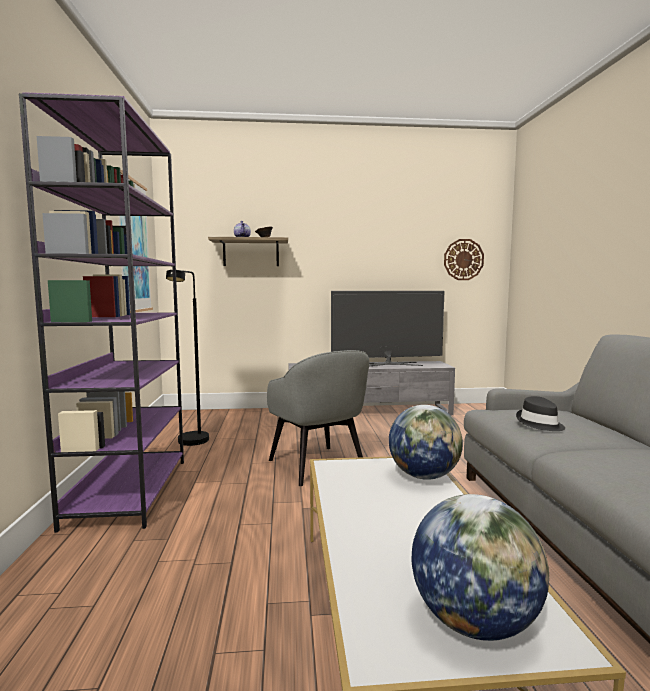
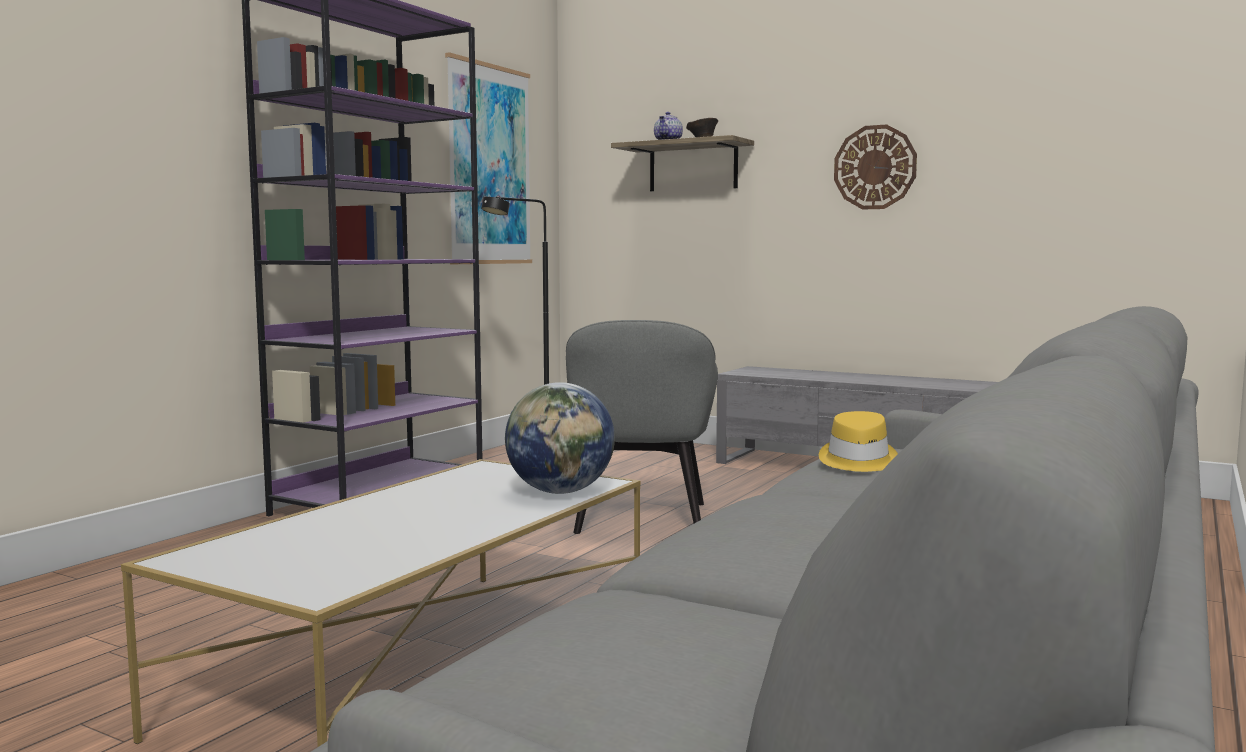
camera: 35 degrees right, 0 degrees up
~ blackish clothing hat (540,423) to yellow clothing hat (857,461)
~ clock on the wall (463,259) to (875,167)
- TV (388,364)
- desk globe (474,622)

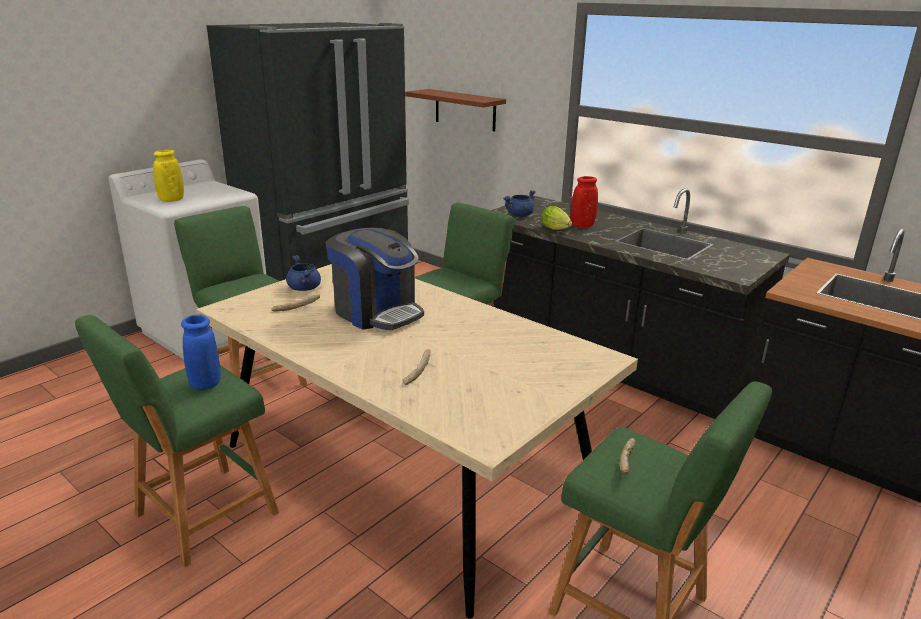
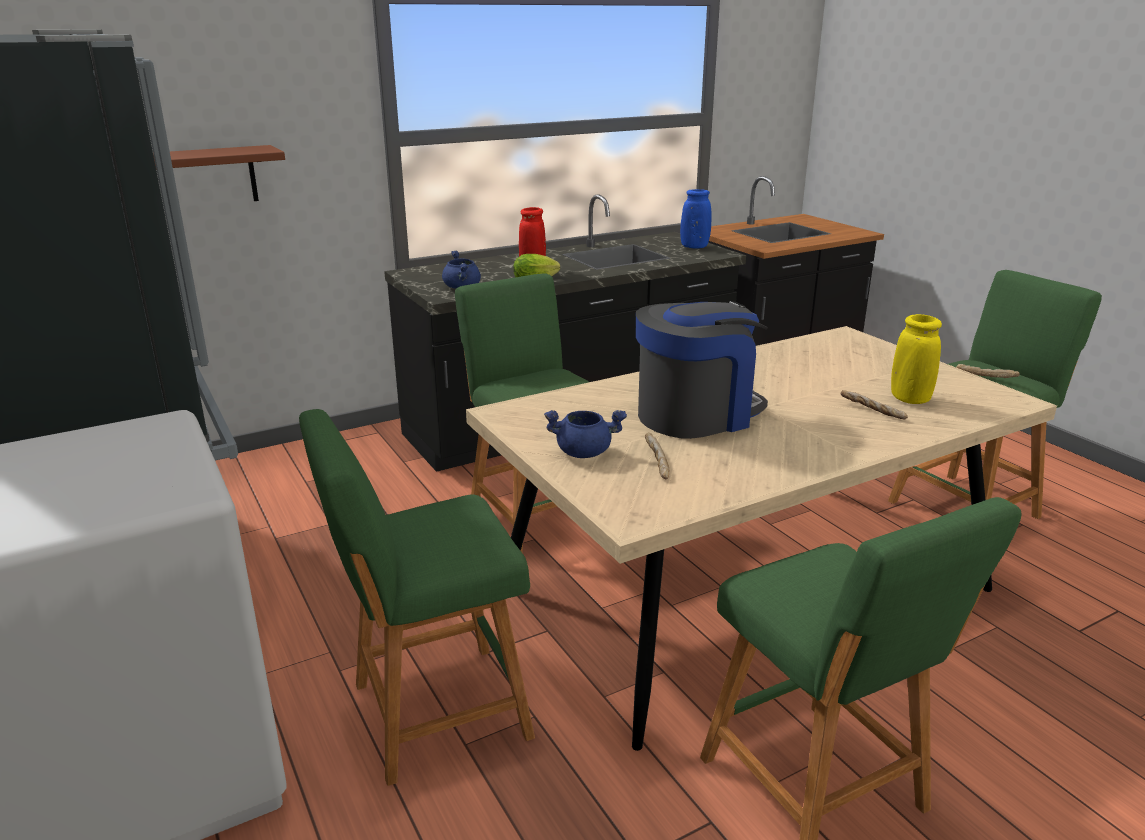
camera: 70 degrees left, 0 degrees up
~ blue-coloured flower vase (206,384) to (694,247)
~ yellow flower vase (171,200) to (909,399)

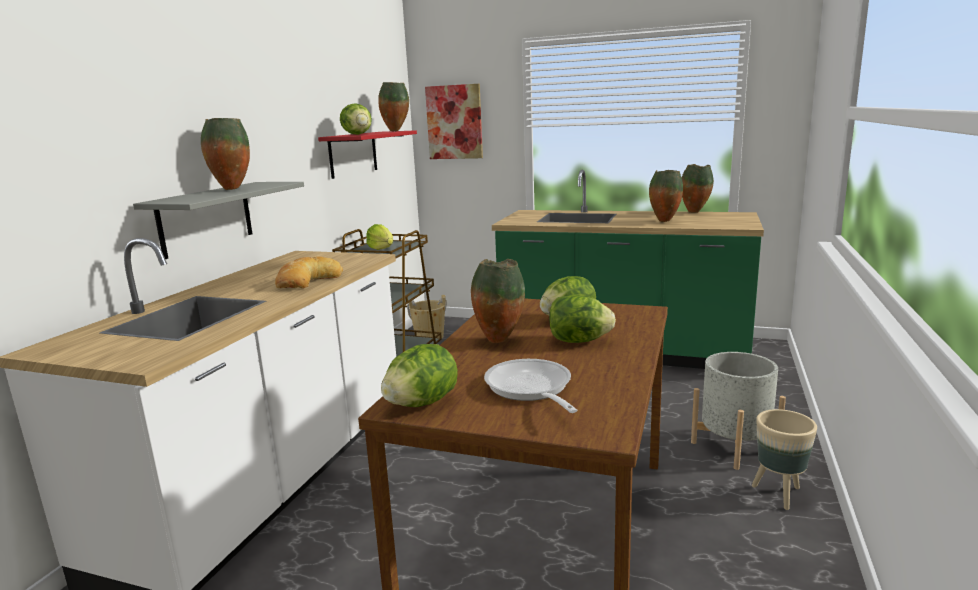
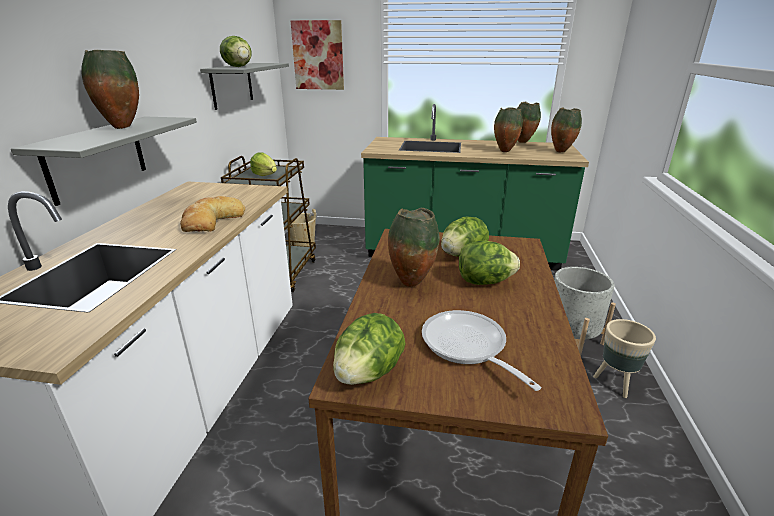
camera: 10 degrees left, 10 degrees up
~ red-coloured shelf (353,154) to gray shelf (232,85)
~ flower vase (396,131) to (561,152)

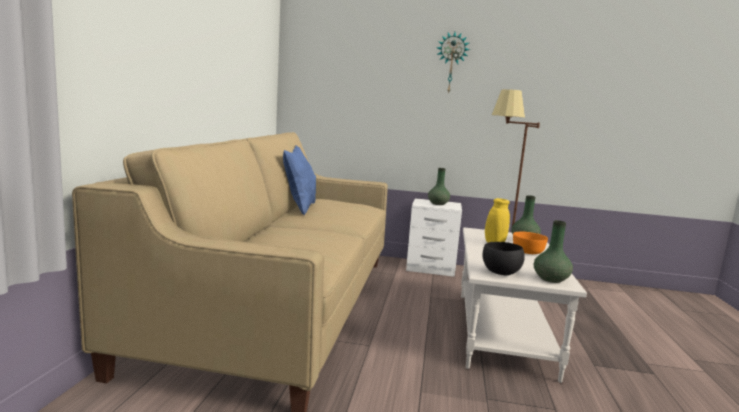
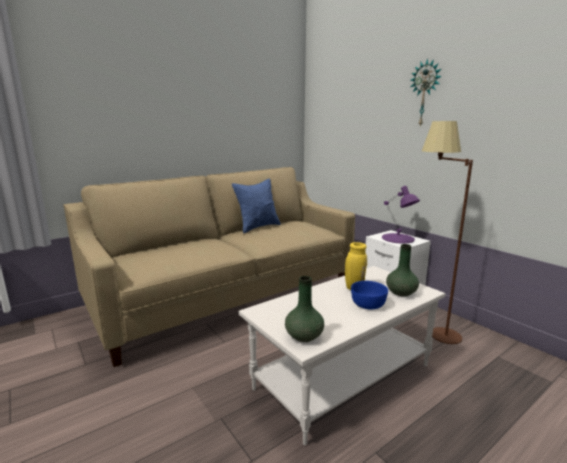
camera: 45 degrees right, 5 degrees up
~ orange serving bowl (527,251) to blue-coloured serving bowl (368,304)
~ greenish flower vase (438,204) to purple table lamp (398,238)
- blackish serving bowl (500,273)

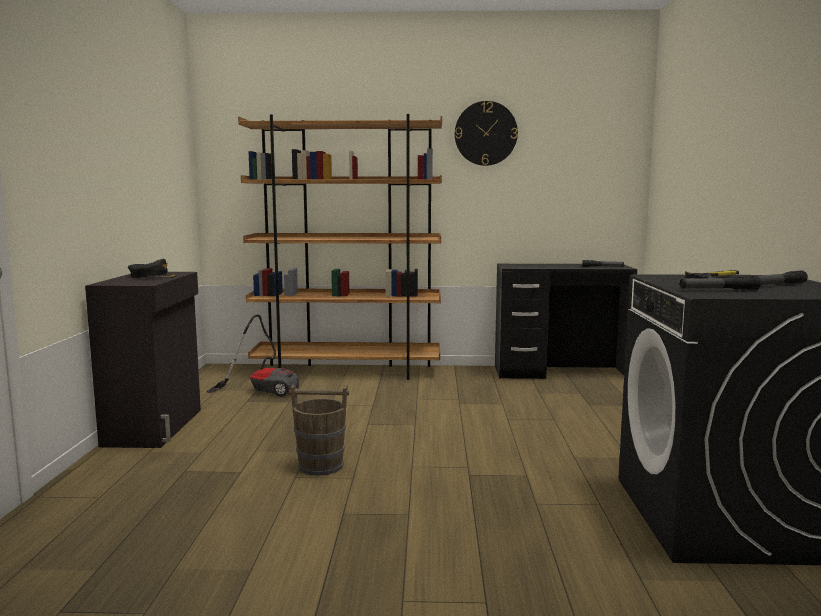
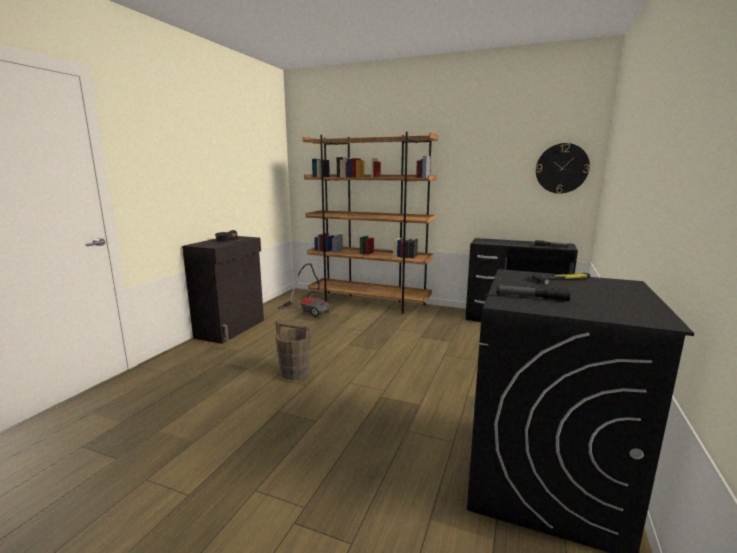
camera: 20 degrees right, 5 degrees up
~ clock on the wall (485,133) to (562,168)
- hand torch (777,285)

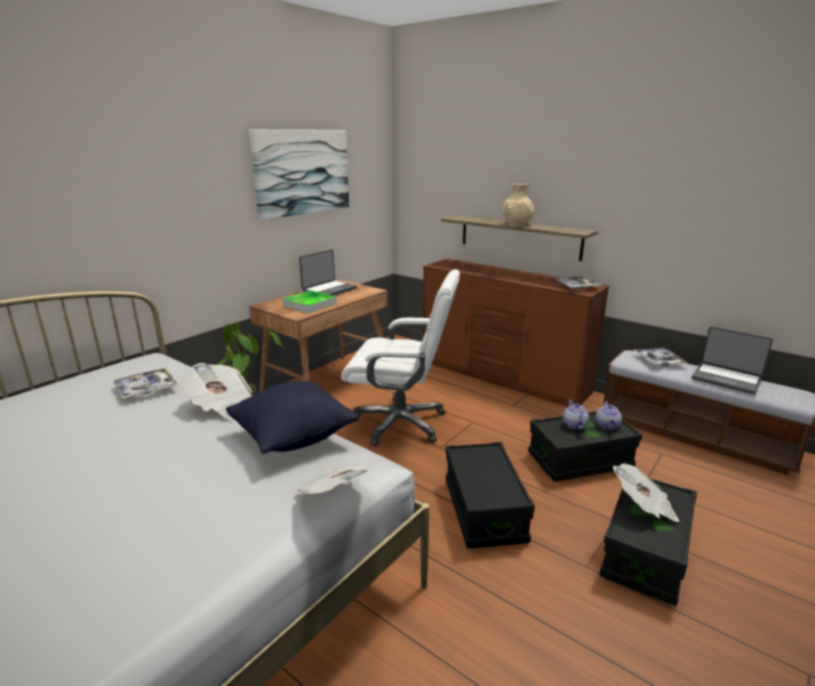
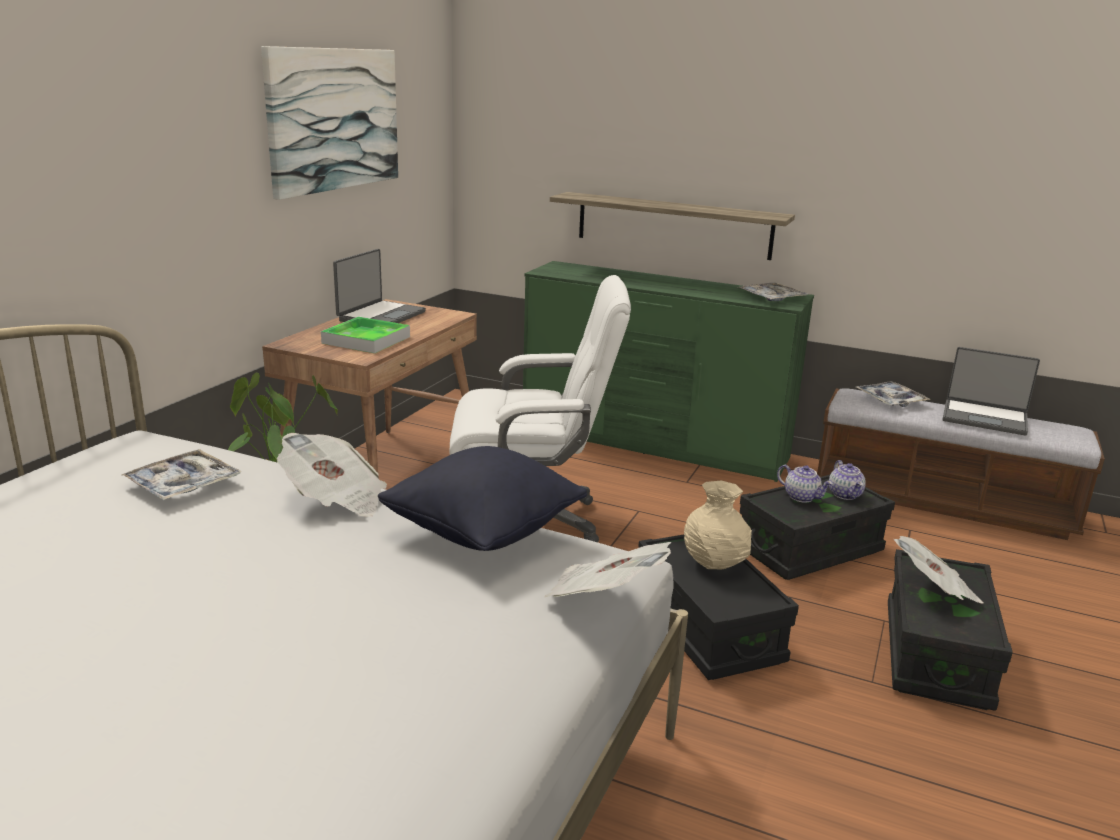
camera: 15 degrees left, 0 degrees up
~ brown-coloured drawer chest (502,377) to greenish drawer chest (653,444)
~ beige flower vase (517,224) to (715,562)
~ teapot (574,425) = (802,497) 150 degrees clockwise

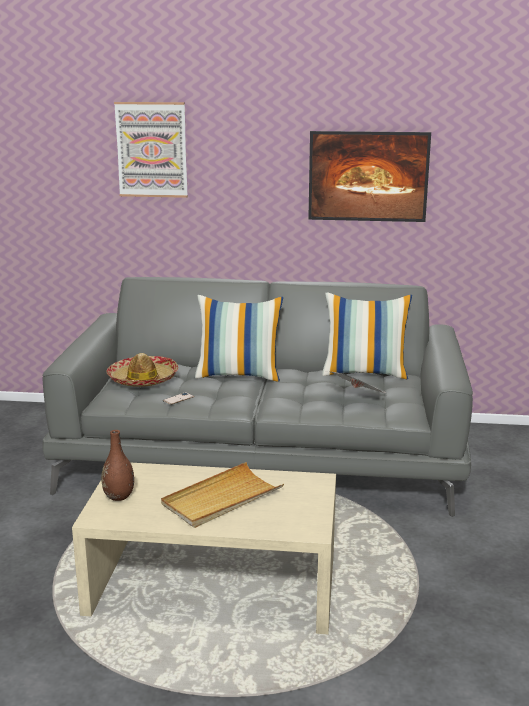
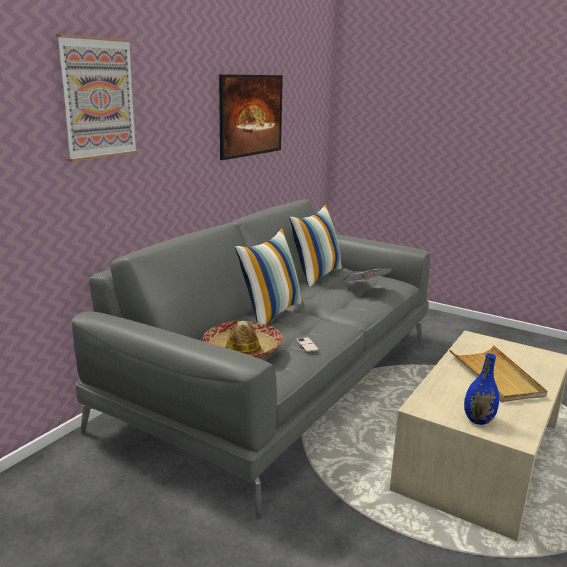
camera: 65 degrees left, 0 degrees up
~ brown-coloured flower vase (119,496) to blue-coloured flower vase (478,420)

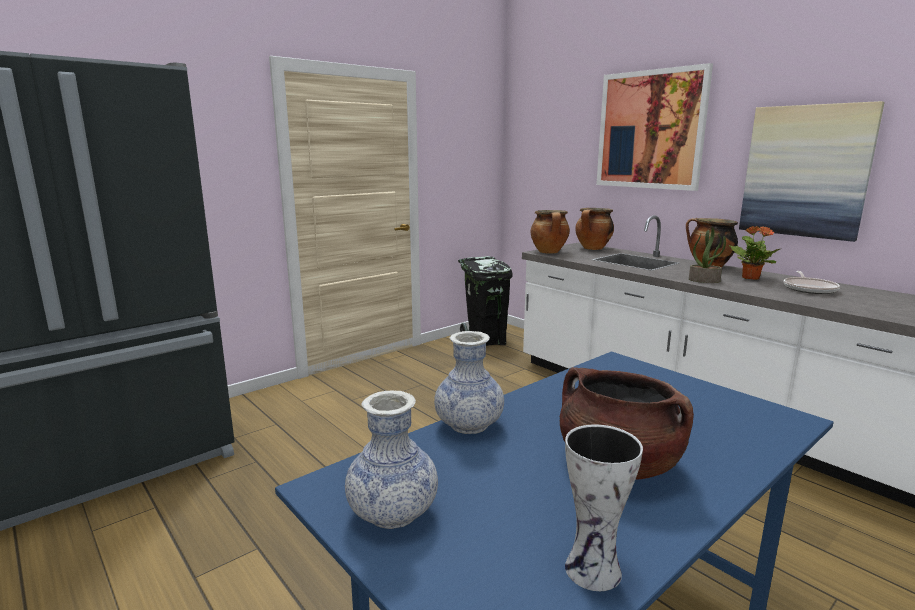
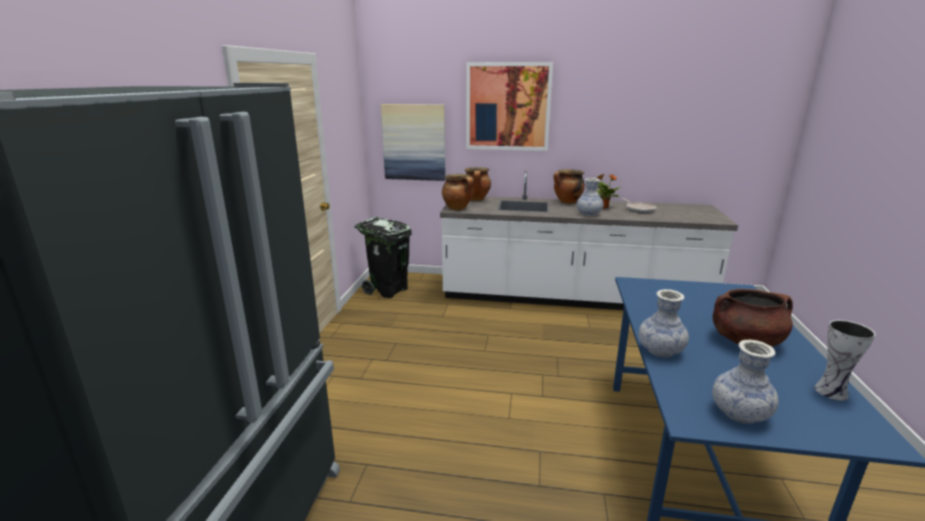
camera: 40 degrees left, 5 degrees up
~ wall picture (805,171) to (414,142)
~ houseplant (704,280) to flower vase (589,214)

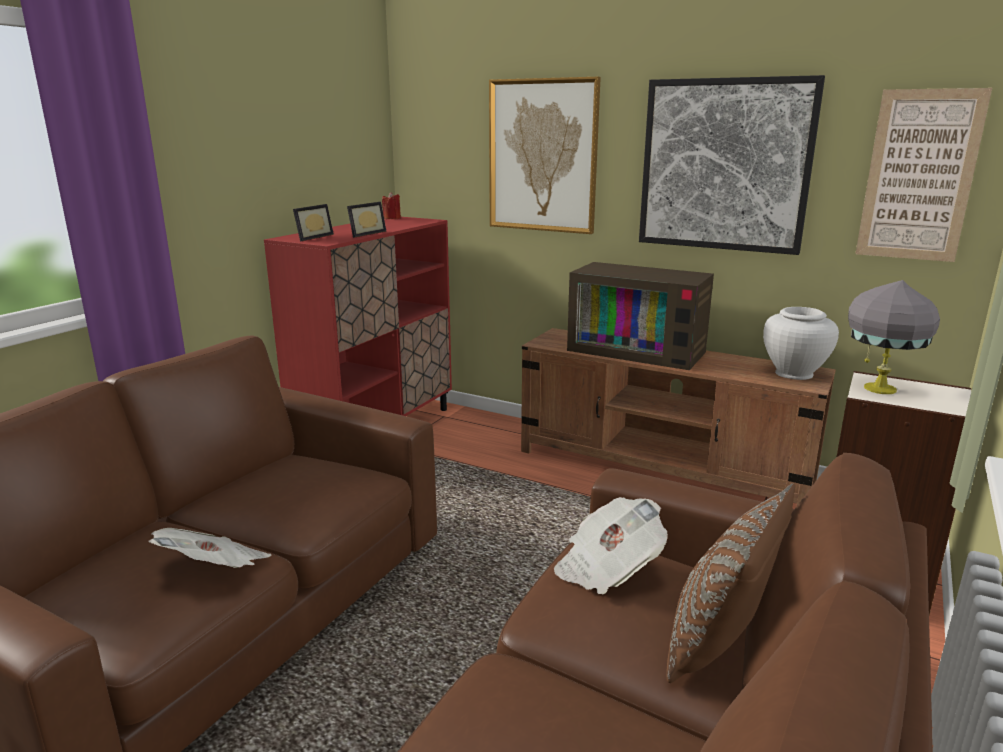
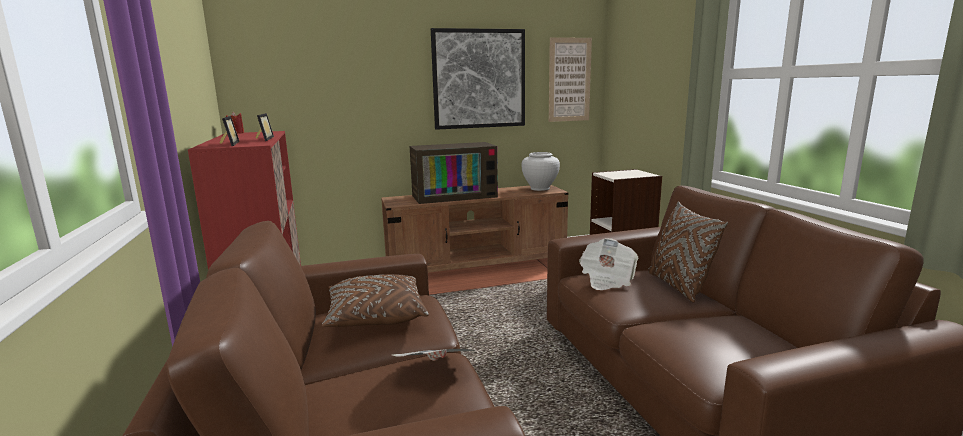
camera: 45 degrees left, 5 degrees down
+ brown-coloured throw pillow (376,317)
- wall picture (543,156)
- gray table lamp (878,388)

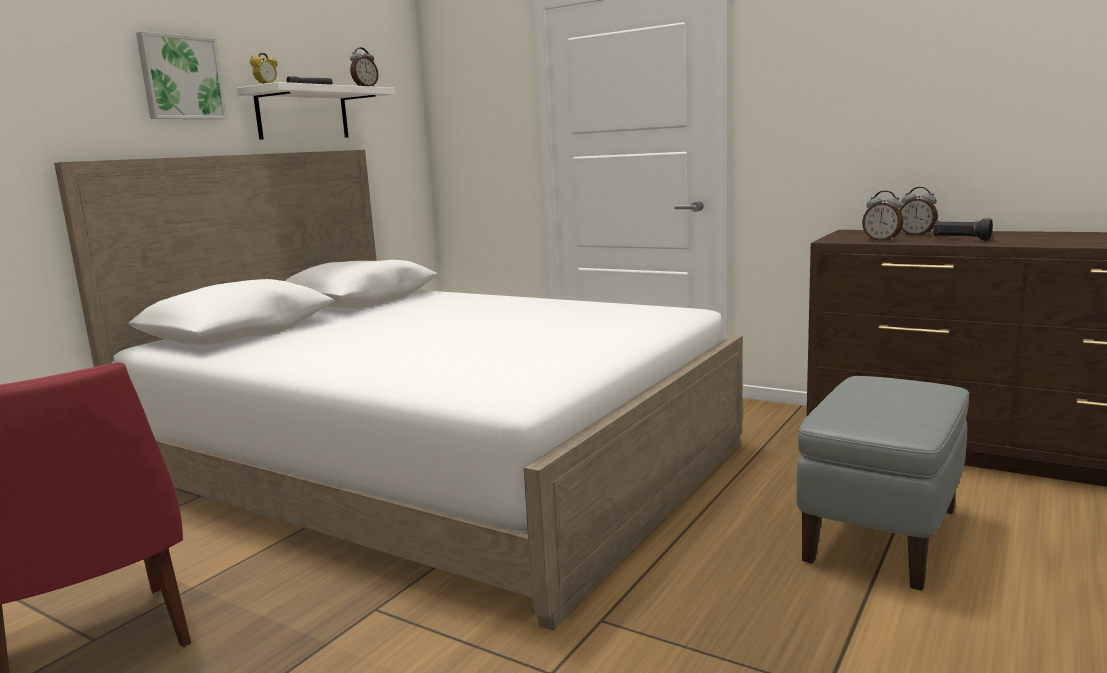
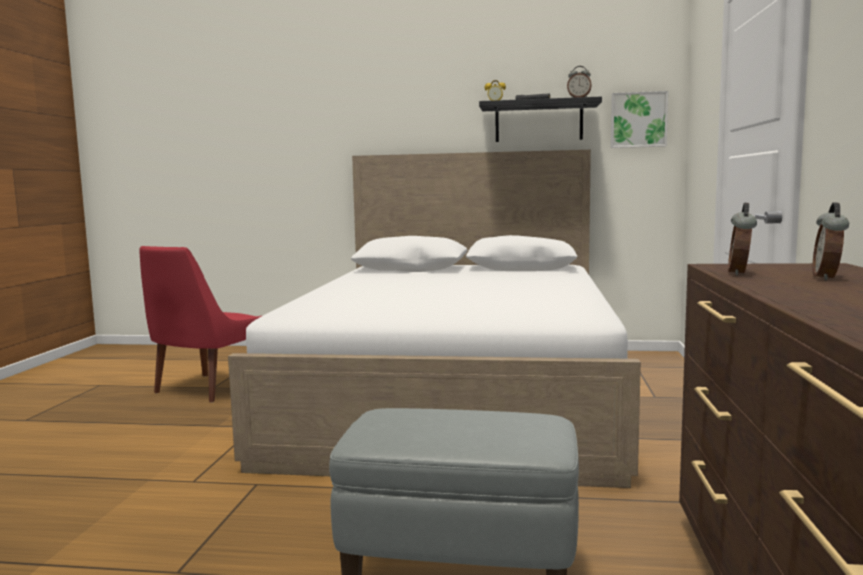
camera: 65 degrees right, 5 degrees down
~ white-coloured shelf (303,114) to blackish shelf (538,122)
~ wall picture (181,78) to (638,120)
- blackish hand torch (961,239)

